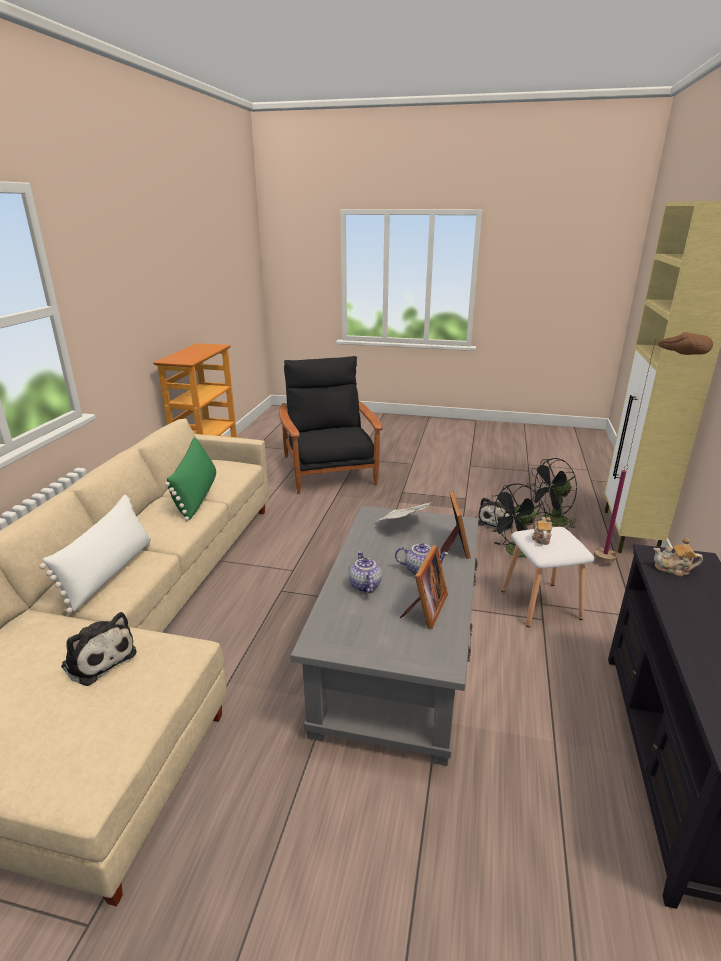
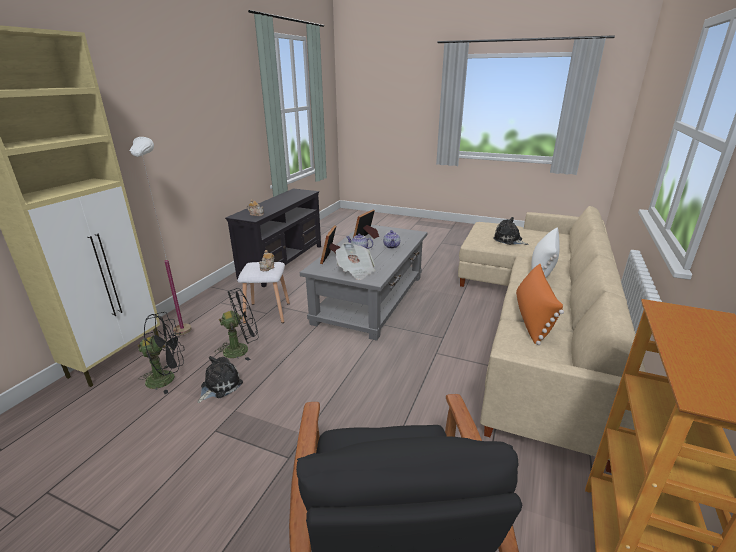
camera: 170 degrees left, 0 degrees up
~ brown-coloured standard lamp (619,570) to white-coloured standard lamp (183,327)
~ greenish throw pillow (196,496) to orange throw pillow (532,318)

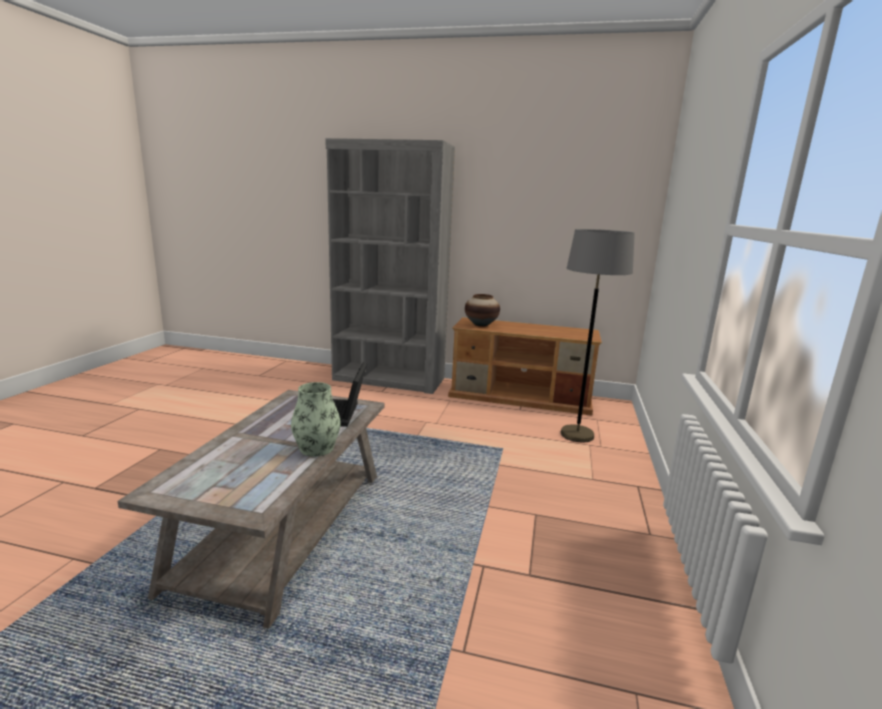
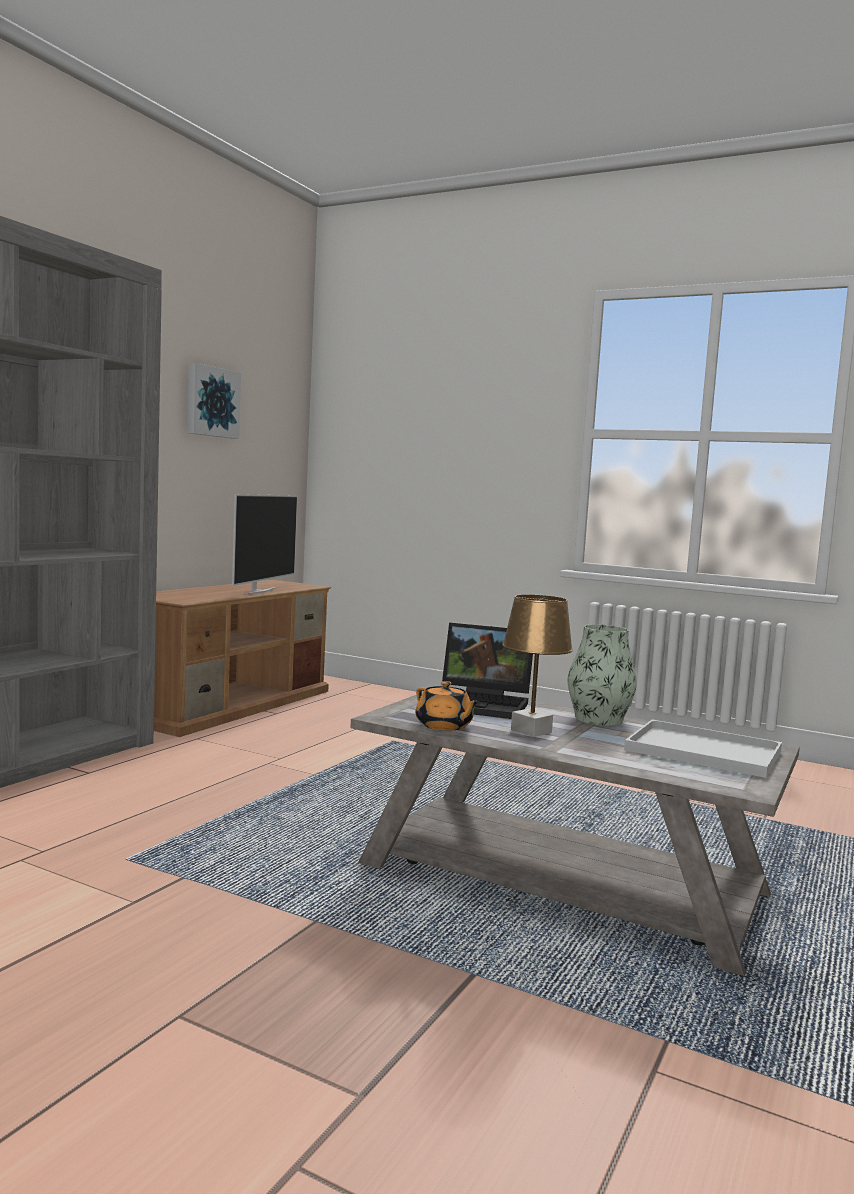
camera: 75 degrees left, 10 degrees down
+ wall picture (211,402)
+ TV (259,591)
+ orange teapot (444,726)
+ brown-coloured table lamp (530,731)
+ white-coloured serving tray (700,750)
- flower vase (481,325)
- gray standard lamp (577,435)

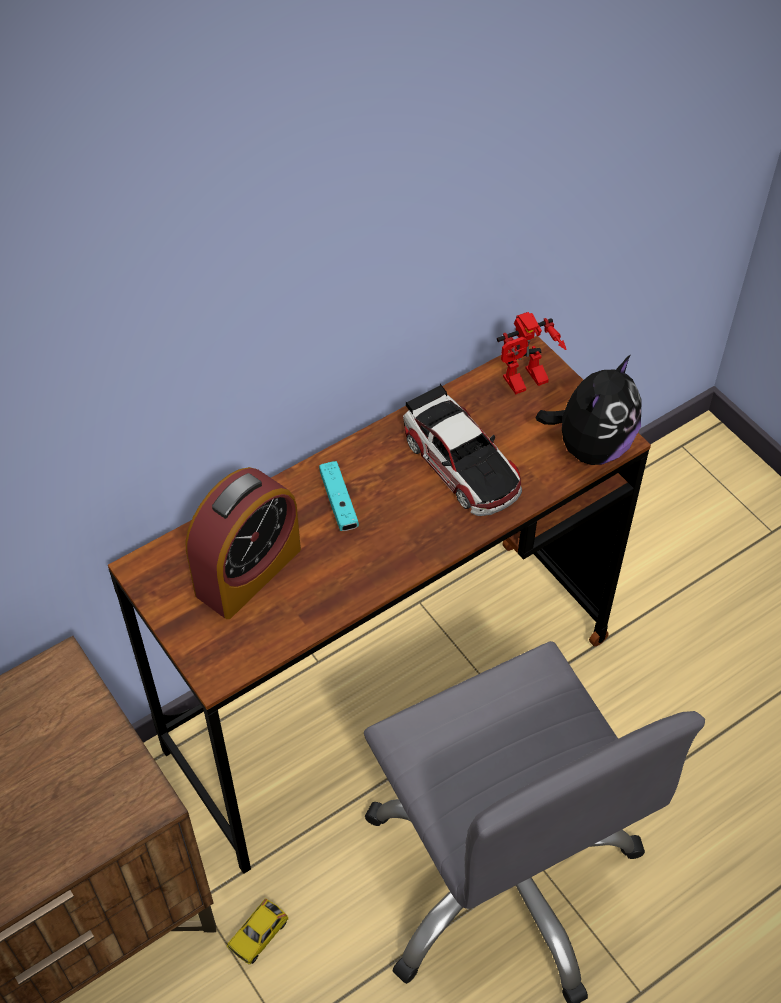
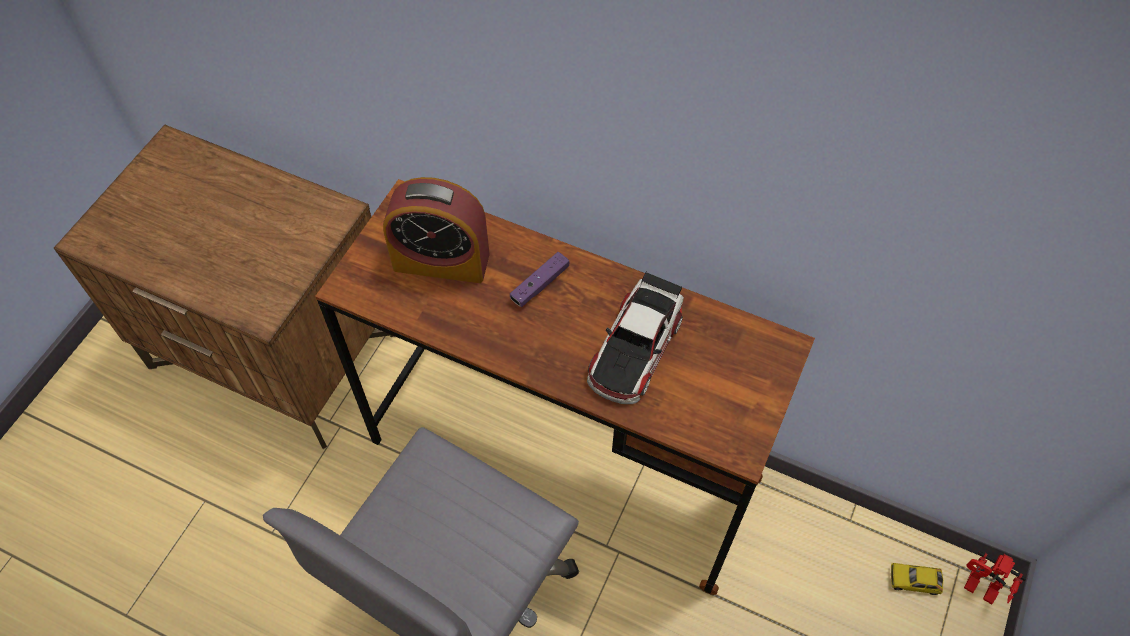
camera: 60 degrees right, 5 degrees up
~ turquoise-coloured game controller (338,502) to purple game controller (540,284)
~ toy car (258,934) to (914,580)
~ model robot (525,384) to (977,590)
- cuddly toy (591,446)

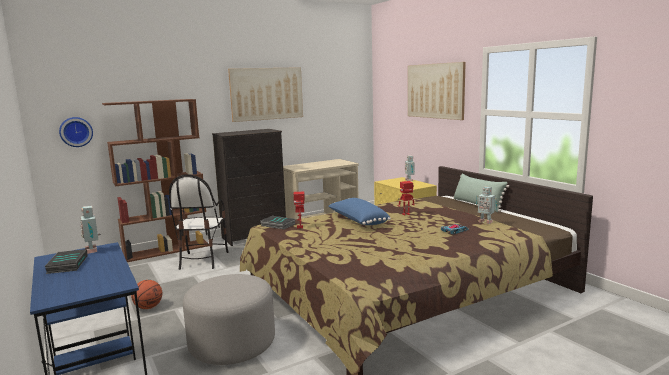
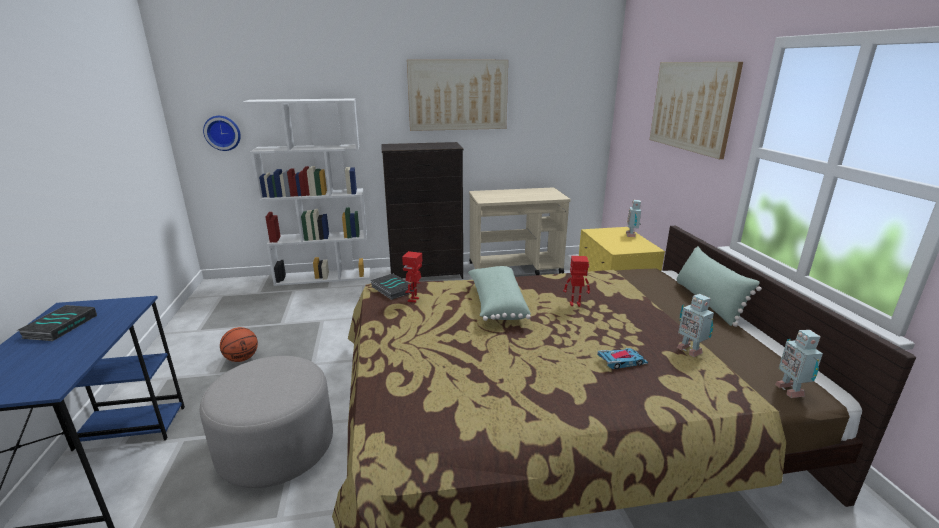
camera: 20 degrees right, 10 degrees up
~ brown-coloured shelving unit (167,250) to white-coloured shelving unit (324,276)
~ blue-coloured throw pillow (357,221) to greenish throw pillow (496,304)
~ model robot (93,250) to (790,390)
- upright chair (202,260)

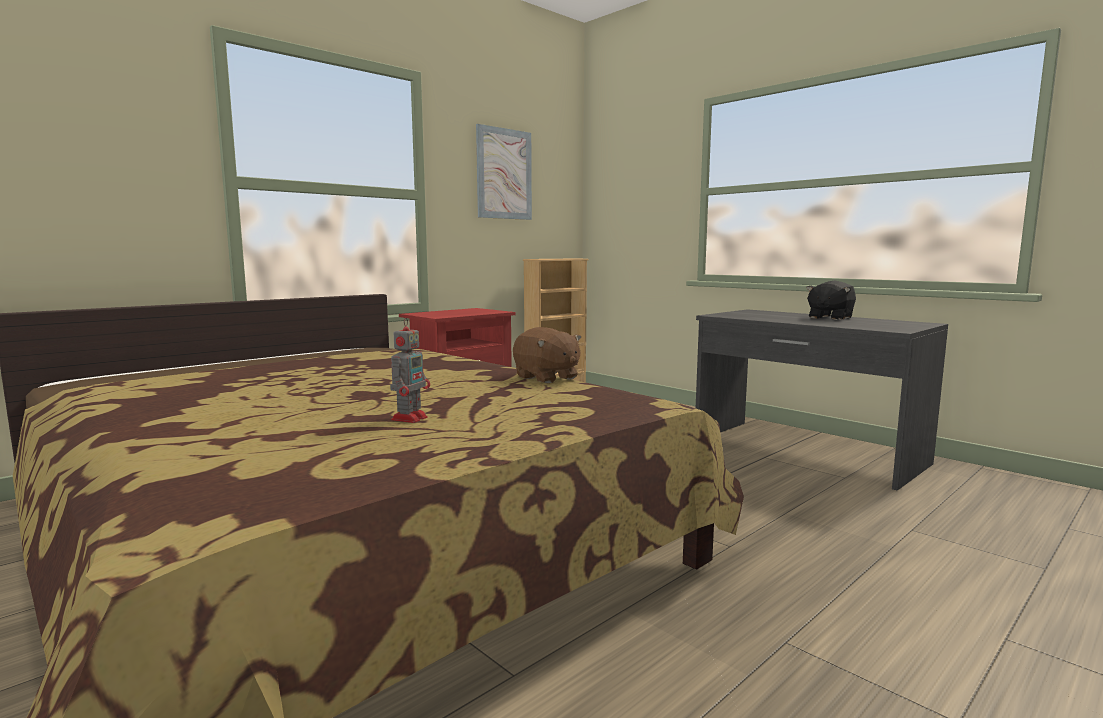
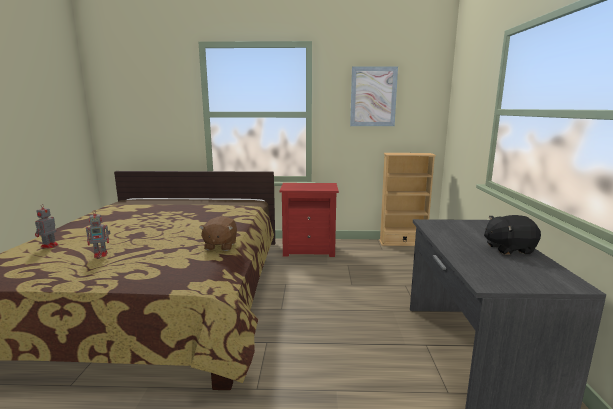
camera: 45 degrees right, 5 degrees up
+ model robot (49,246)

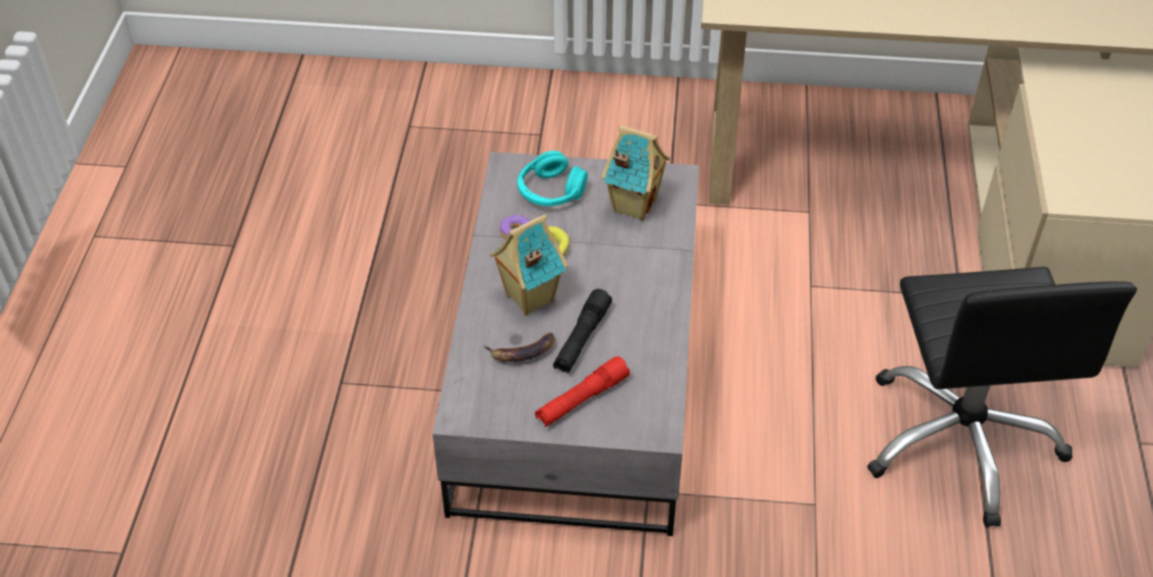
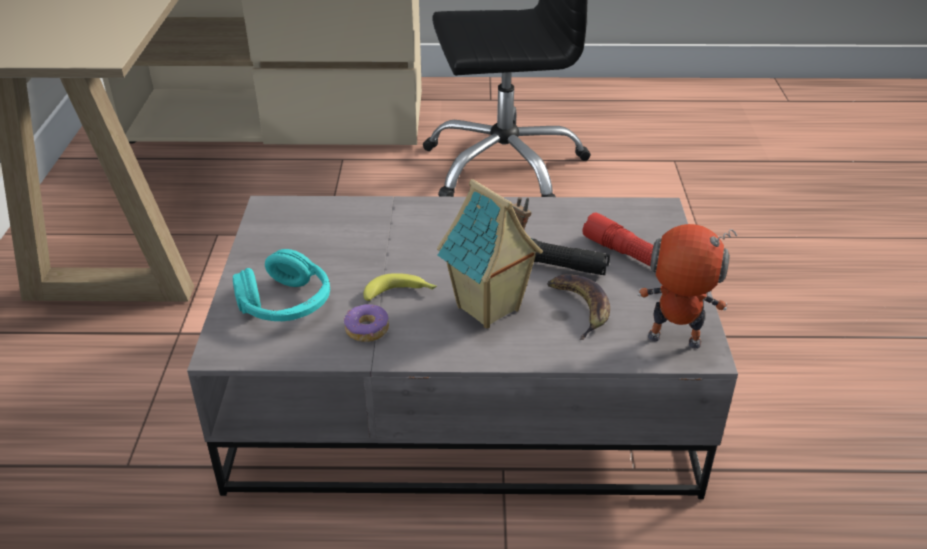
camera: 95 degrees left, 10 degrees down
+ model robot (673,341)
- model house (633,205)

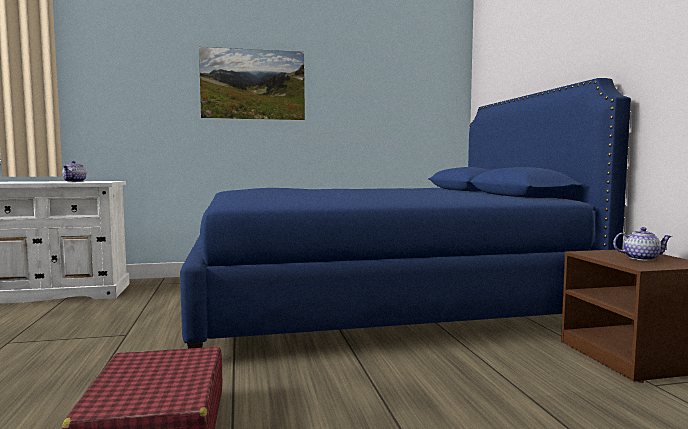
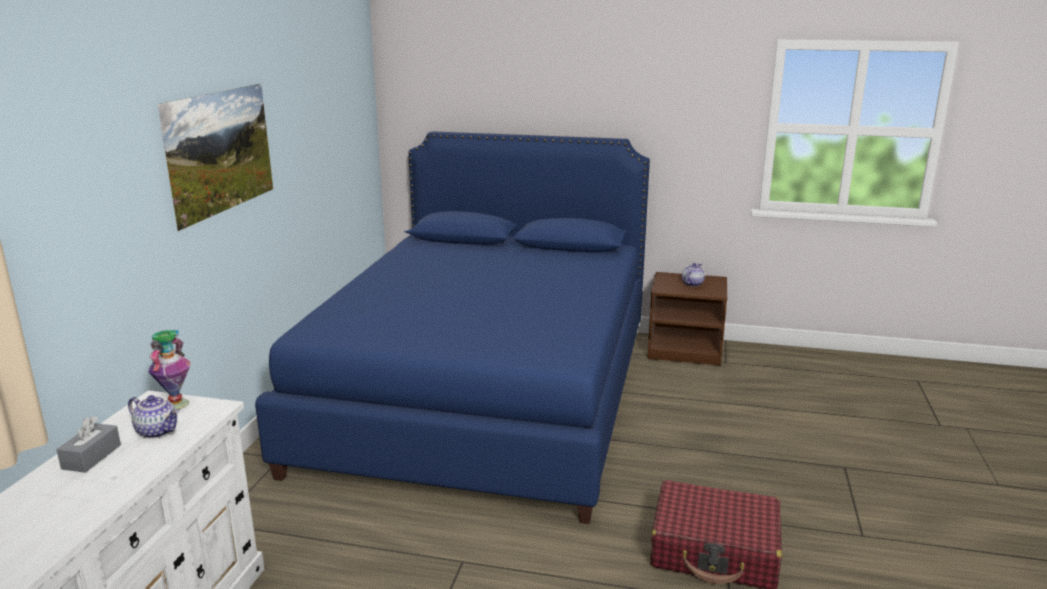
camera: 65 degrees left, 15 degrees up
+ gray box of tissues (91,457)
+ flower vase (175,404)

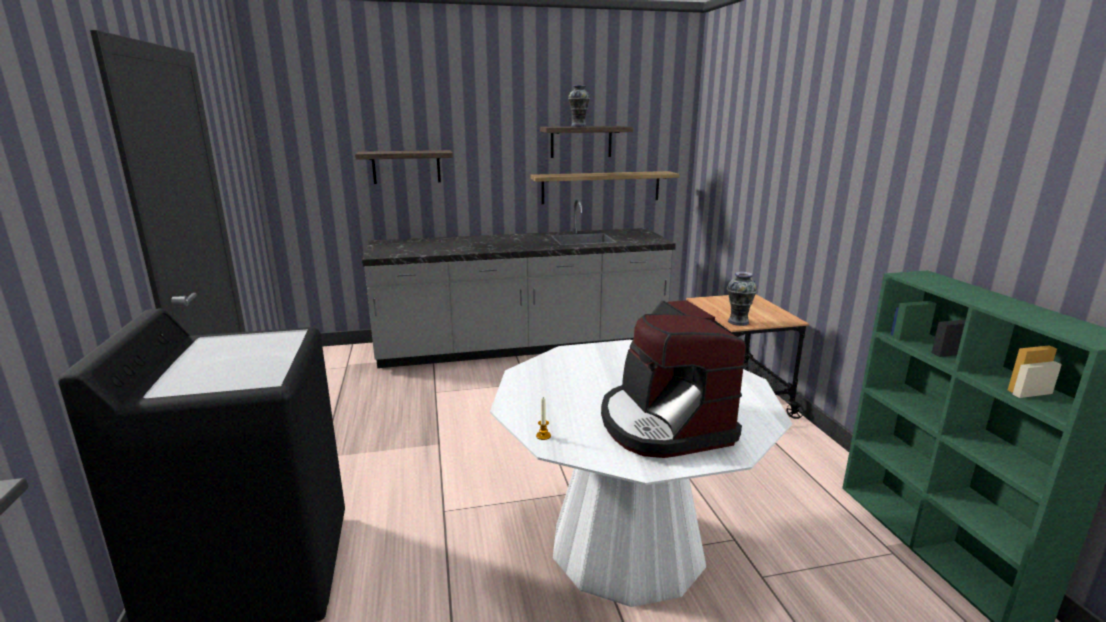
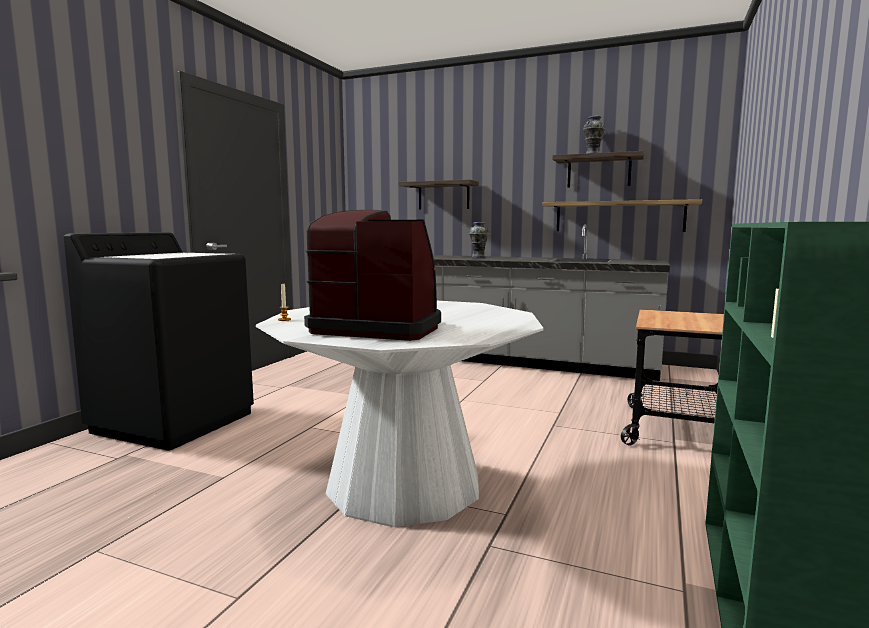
camera: 35 degrees right, 10 degrees down
~ coffee machine (663,424) = (378,328) 90 degrees clockwise
~ flower vase (738,322) to (478,257)

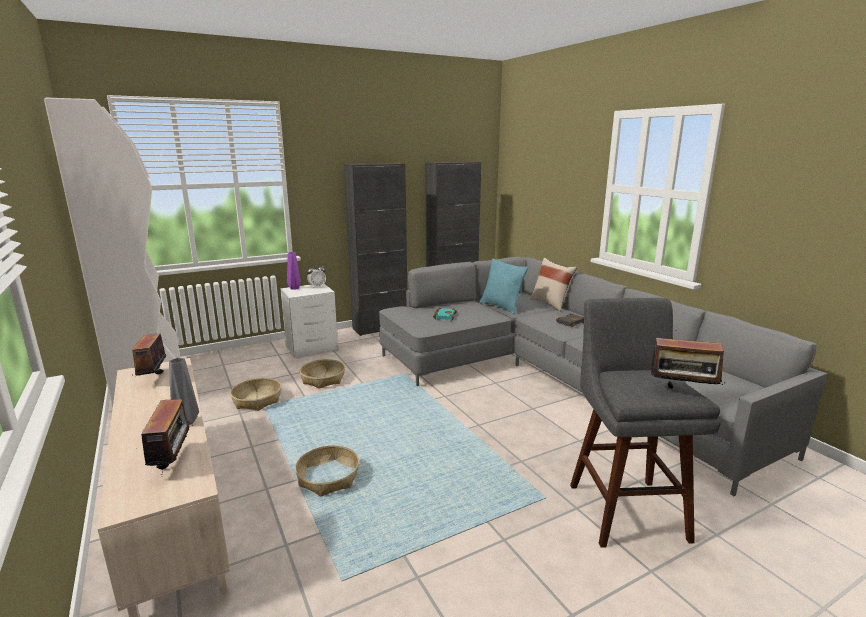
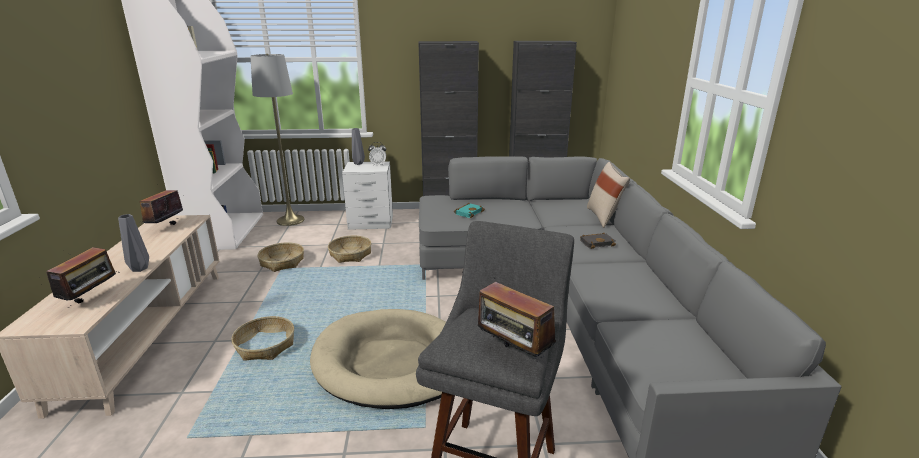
camera: 25 degrees right, 5 degrees up
+ gray standard lamp (290,220)
+ beige dog bed (392,362)
~ purple flower vase (294,288) to gray flower vase (357,163)
- turquoise-coloured throw pillow (501,307)

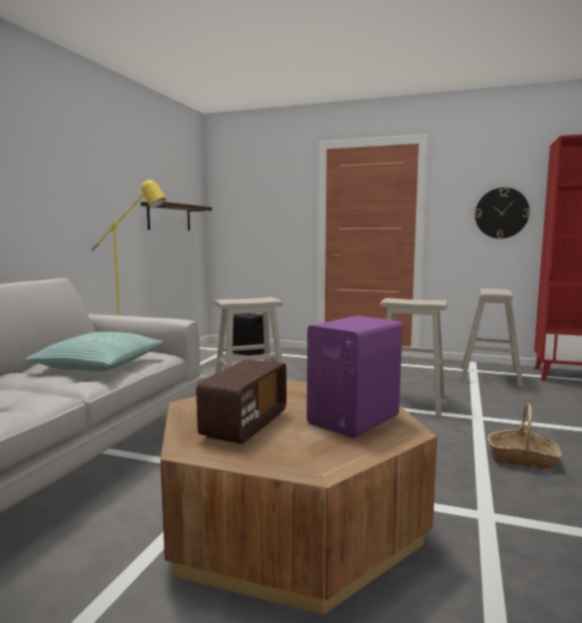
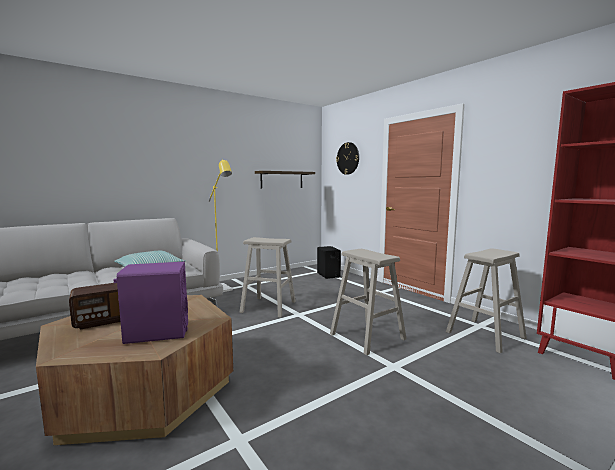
camera: 35 degrees right, 0 degrees up
~ clock on the wall (501,213) to (348,158)
- basket (522,458)

